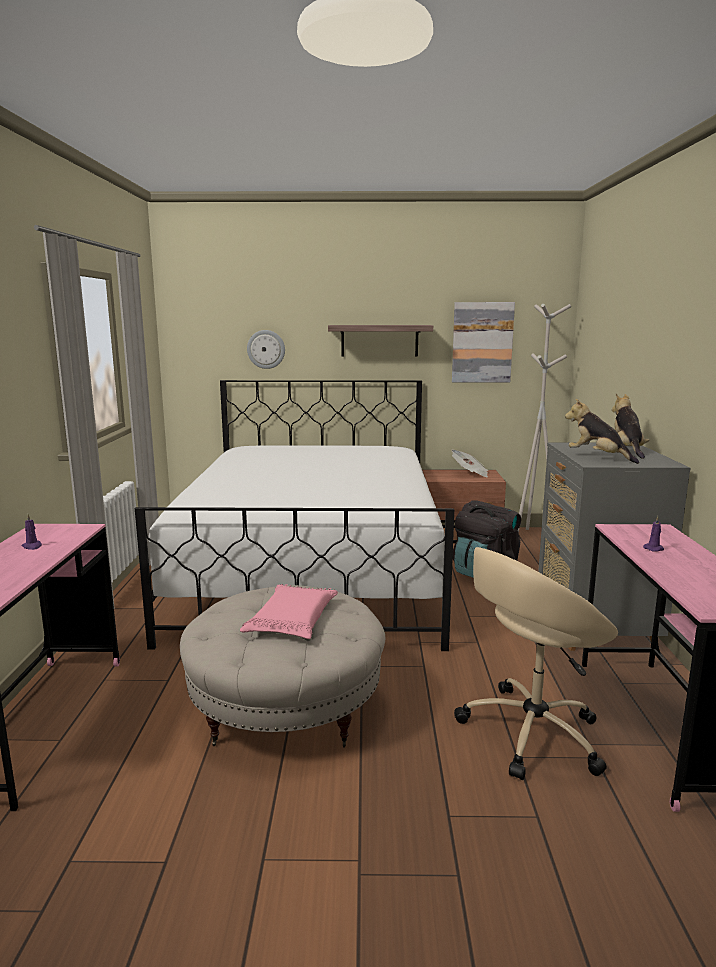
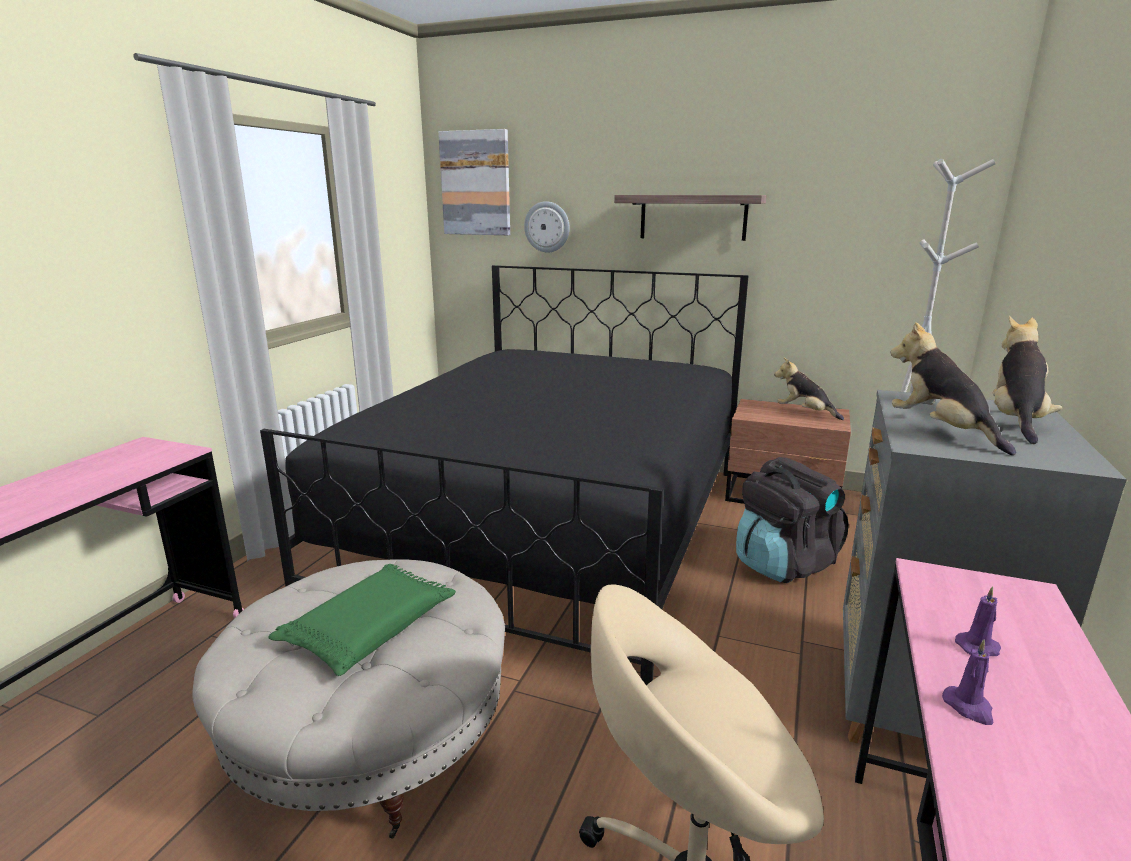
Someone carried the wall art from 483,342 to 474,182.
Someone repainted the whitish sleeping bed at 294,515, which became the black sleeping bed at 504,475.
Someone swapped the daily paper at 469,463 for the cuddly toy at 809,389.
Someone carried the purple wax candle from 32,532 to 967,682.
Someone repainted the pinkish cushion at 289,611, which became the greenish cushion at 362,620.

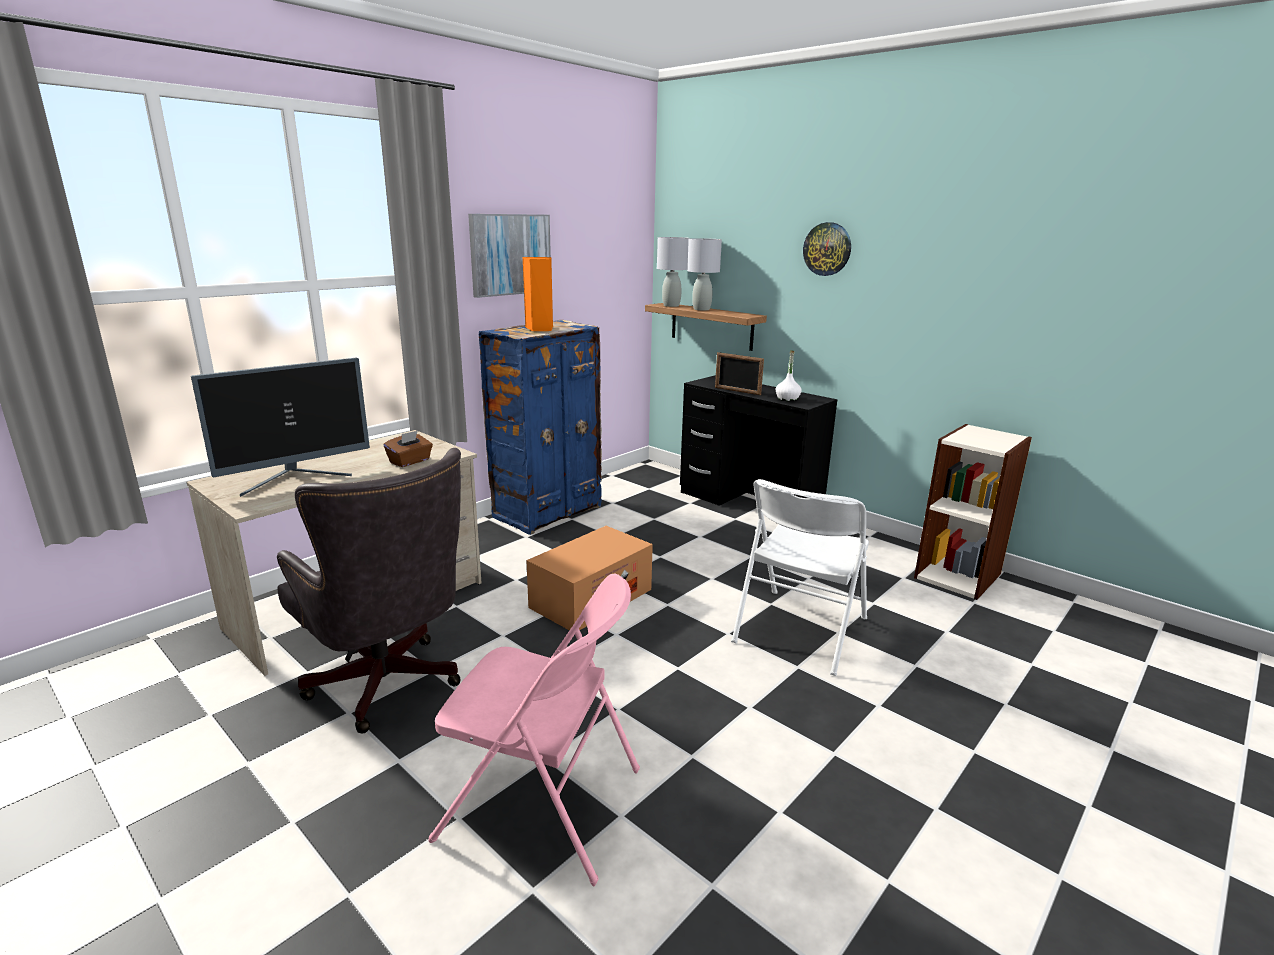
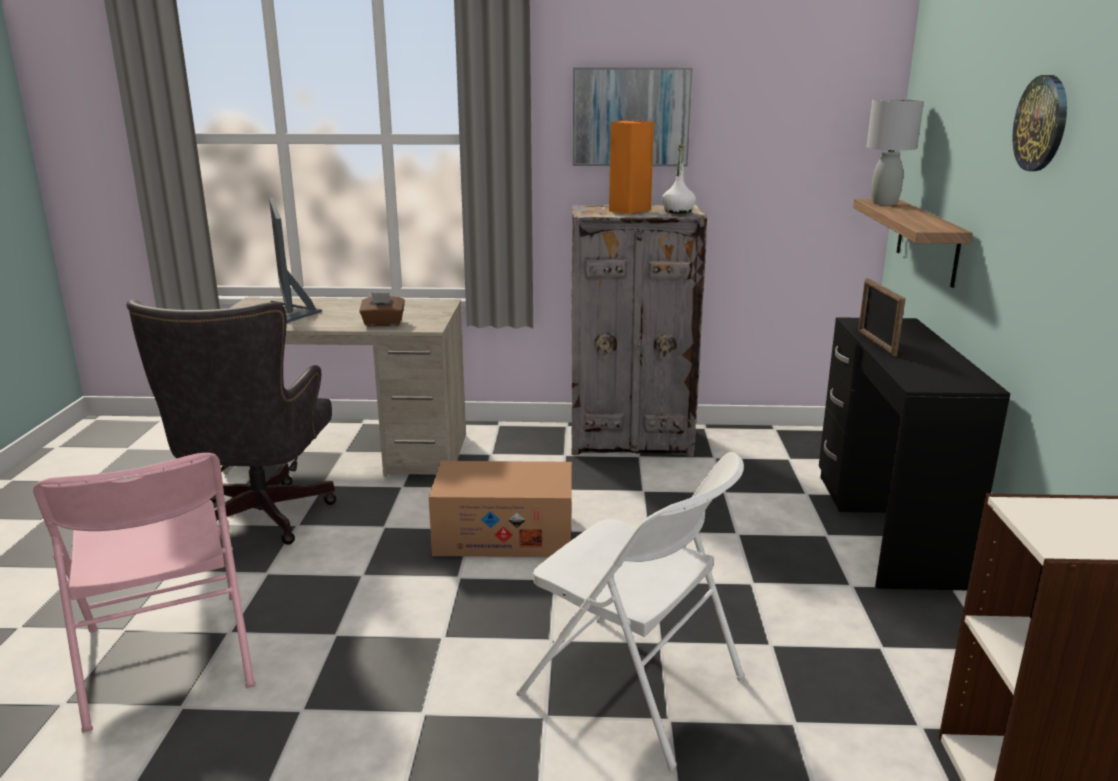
Someone took away the greyish lamp for a table at 704,274.
Someone repainted the blue storage cabinet at 540,427, which became the greyish storage cabinet at 639,330.
Someone carried the whitish drink bottle from 788,375 to 679,179.
Someone rotated the computer display at 280,427 by 60 degrees clockwise.
Someone rotated the whitish upright chair at 800,577 by 135 degrees counterclockwise.

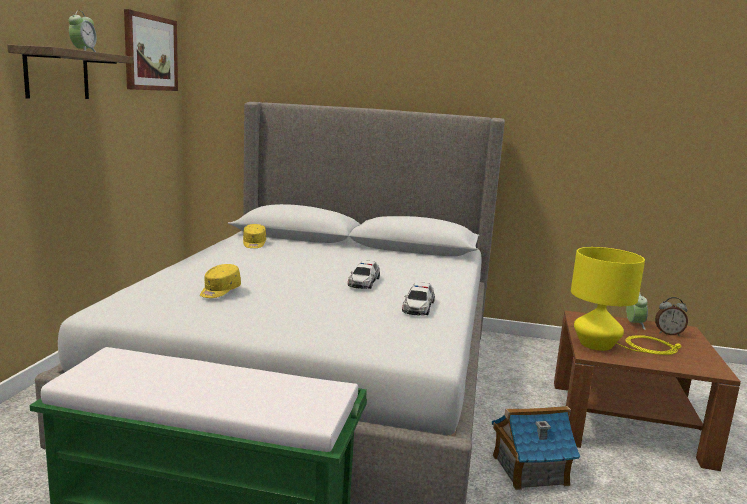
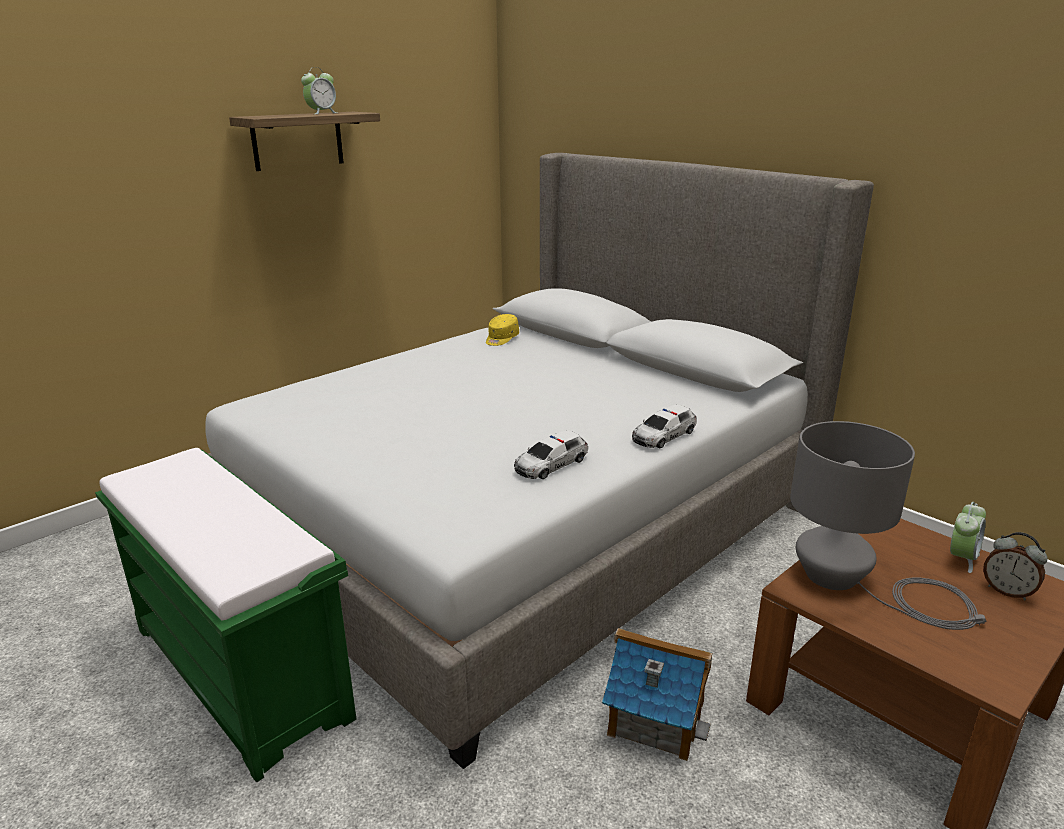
Someone took away the wall art at 151,50.
Someone repainted the yellow lamp for a table at 626,301, which became the greyish lamp for a table at 888,525.
Someone carried the miniature car from 364,274 to 664,426.
Someone took away the yellow peaked cap at 220,281.

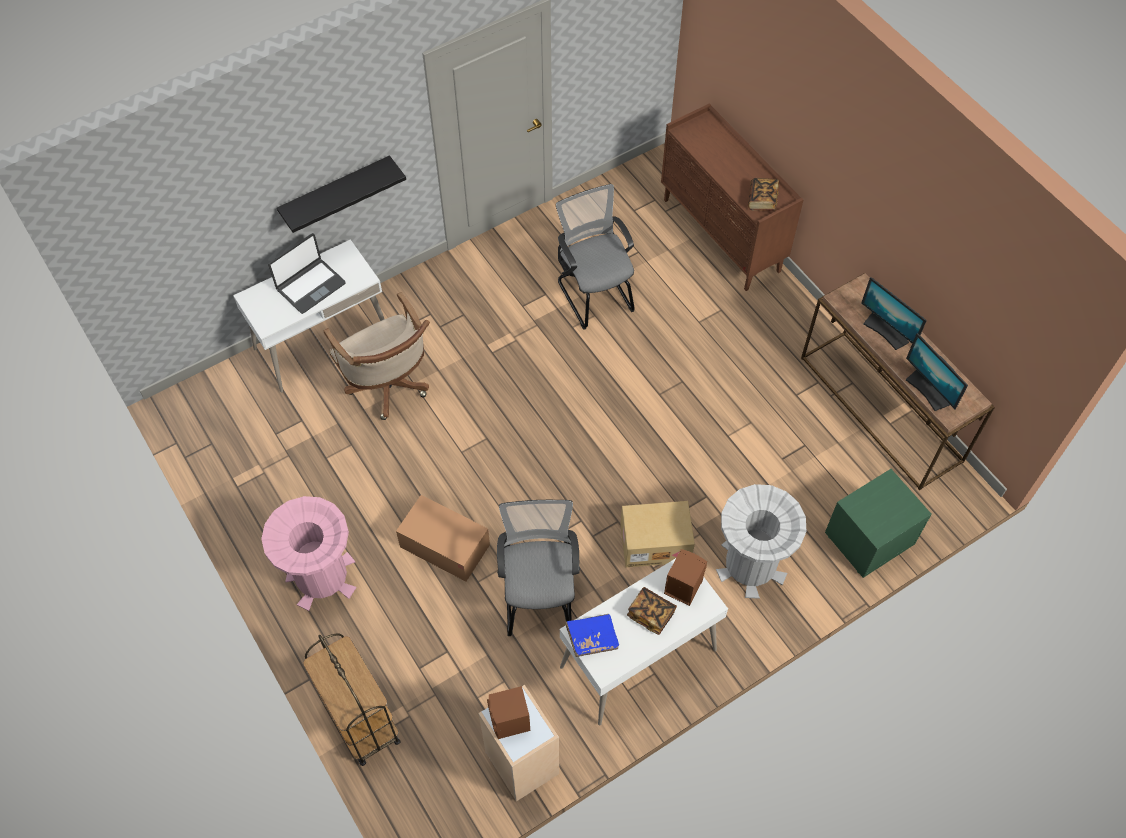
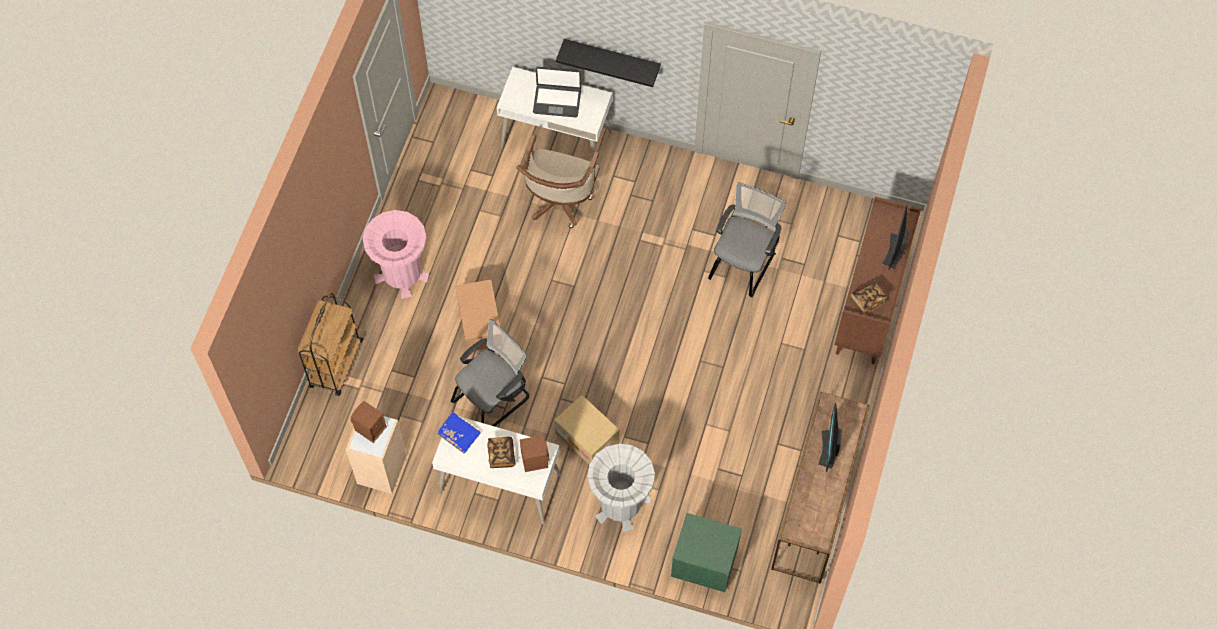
Someone carried the computer display from 937,372 to 895,237.

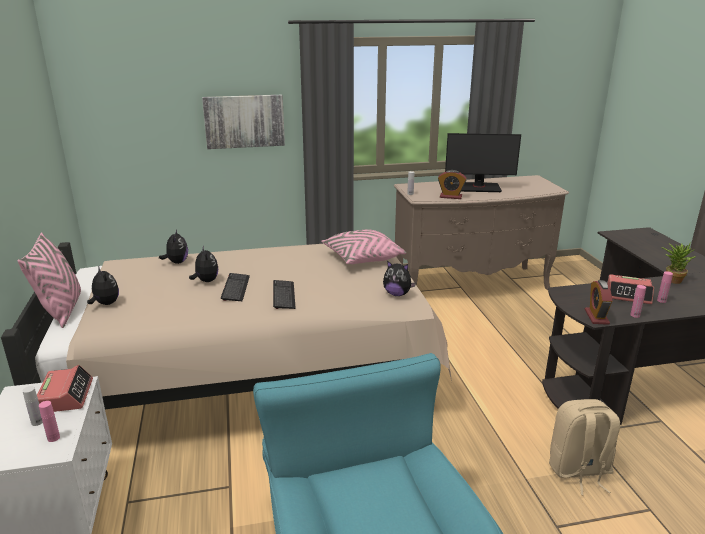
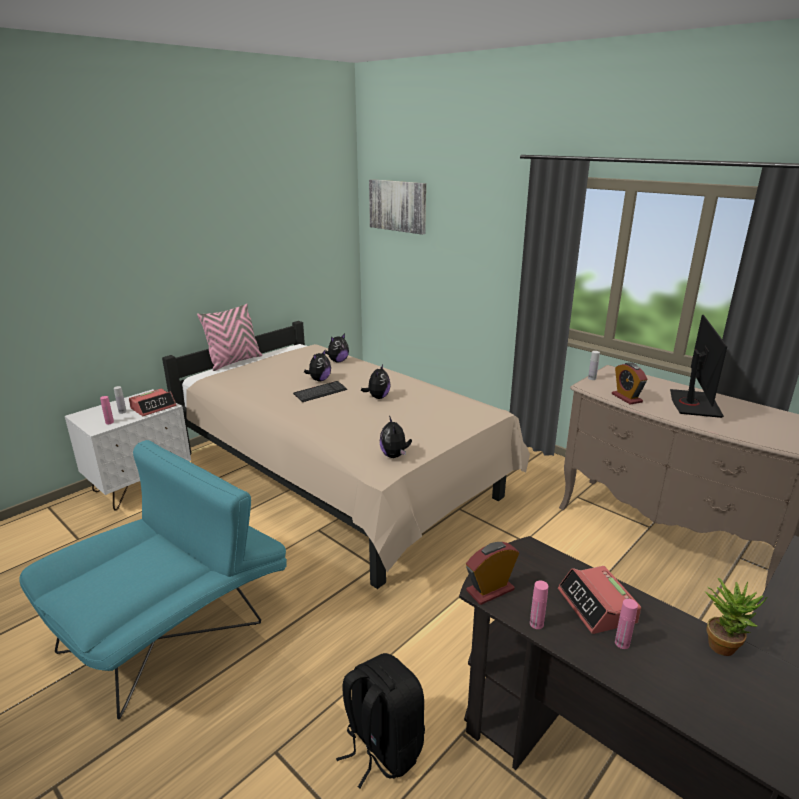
Someone carried the wall art from 243,122 to 397,207.
Someone rotated the computer display at 483,162 by 135 degrees counterclockwise.
Someone took away the pinkish cushion at 363,247.
Someone carried the cuddly toy from 103,286 to 376,382.
Someone took away the computer keyboard at 284,294.
Someone repainted the beige backpack at 584,447, which became the black backpack at 380,720.

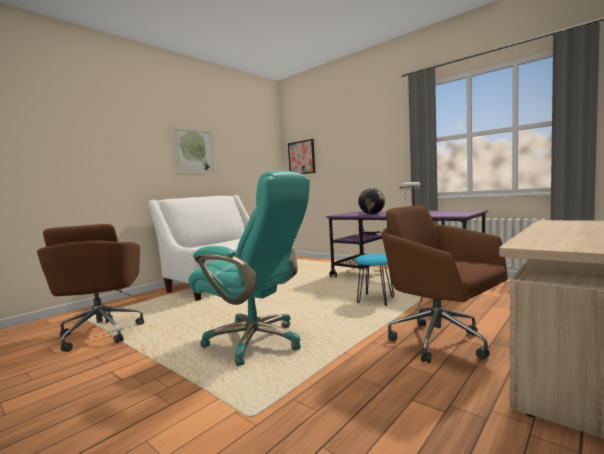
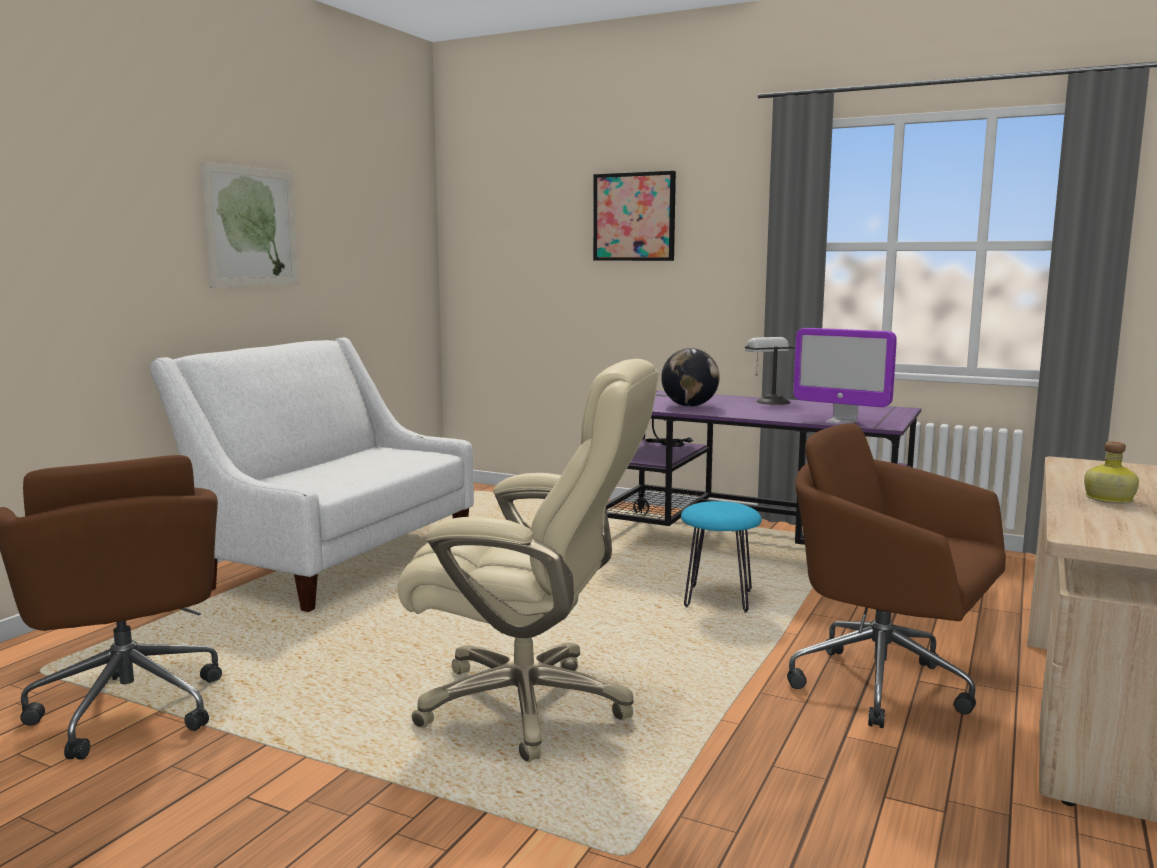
Someone carried the wall art from 301,156 to 634,216.
Someone repainted the turquoise-coloured computer chair at 249,268, which became the beige computer chair at 528,560.
Someone put down the computer display at 845,376.
Someone put down the drink bottle at 1111,472.

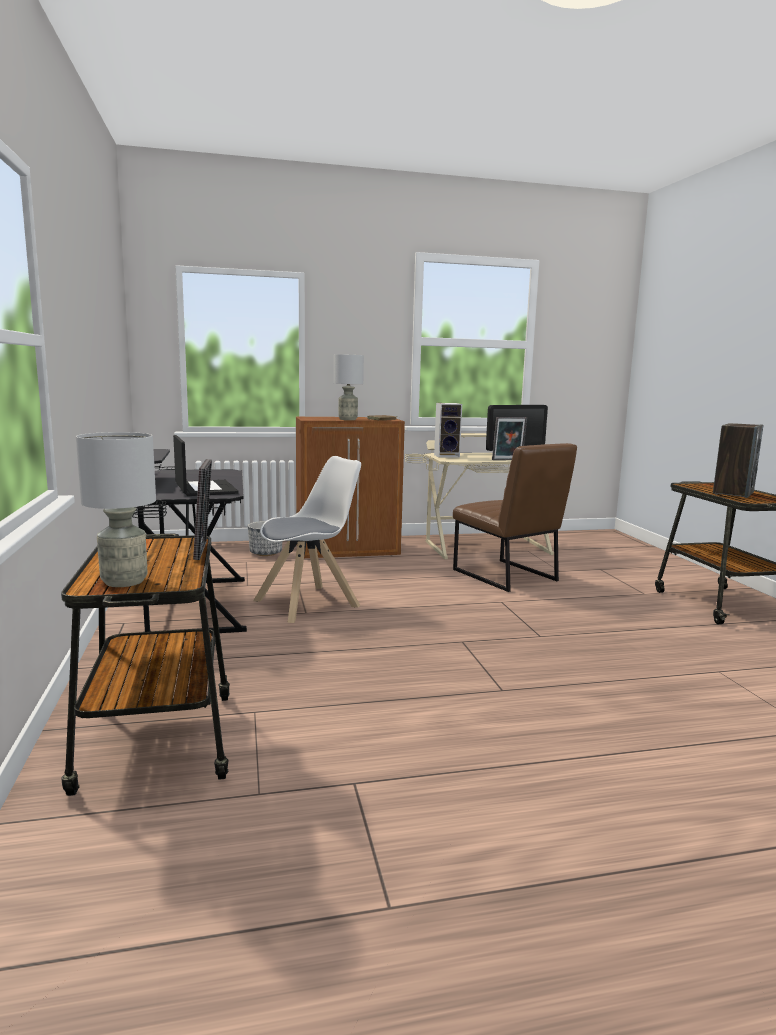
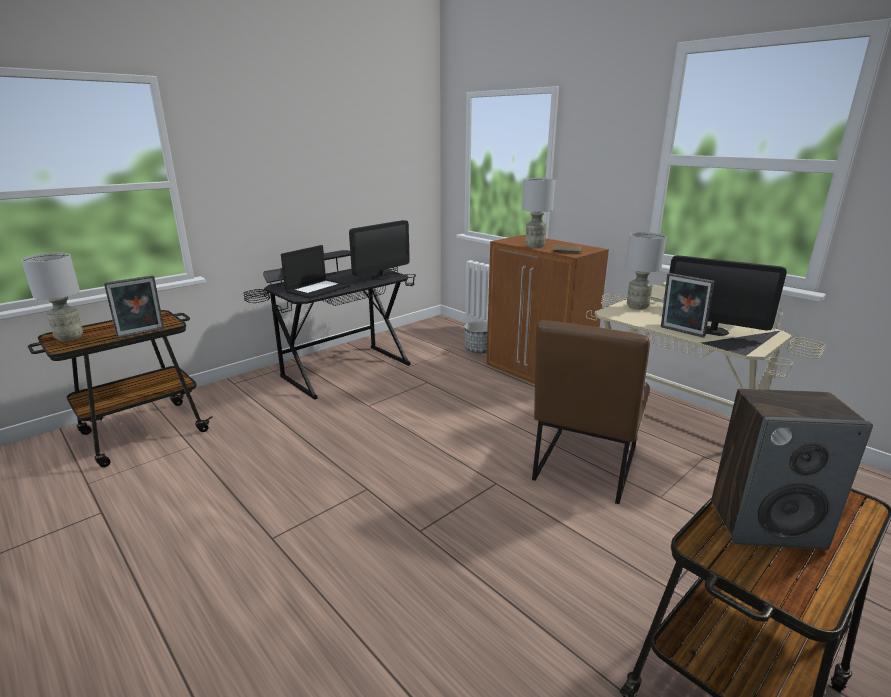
Someone swapped the loudspeaker at 448,430 for the greyish lamp for a table at 646,271.
Someone took away the upright chair at 307,539.
Someone put down the computer display at 379,250.

